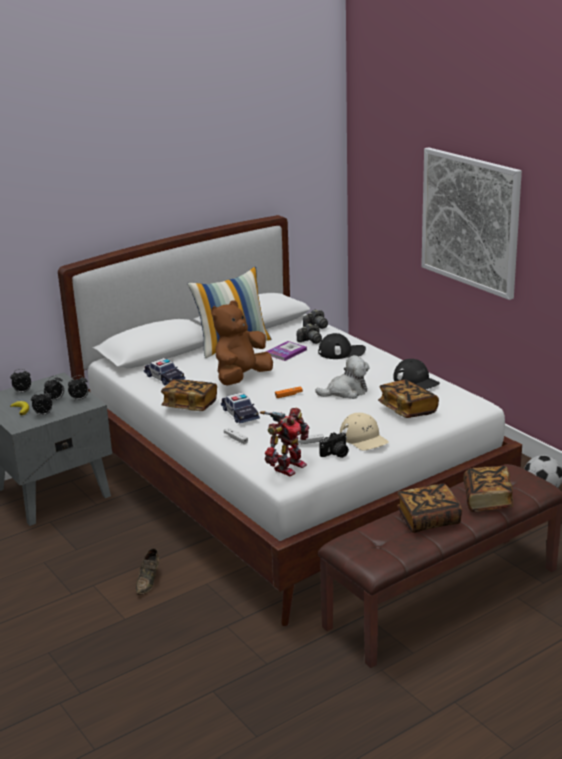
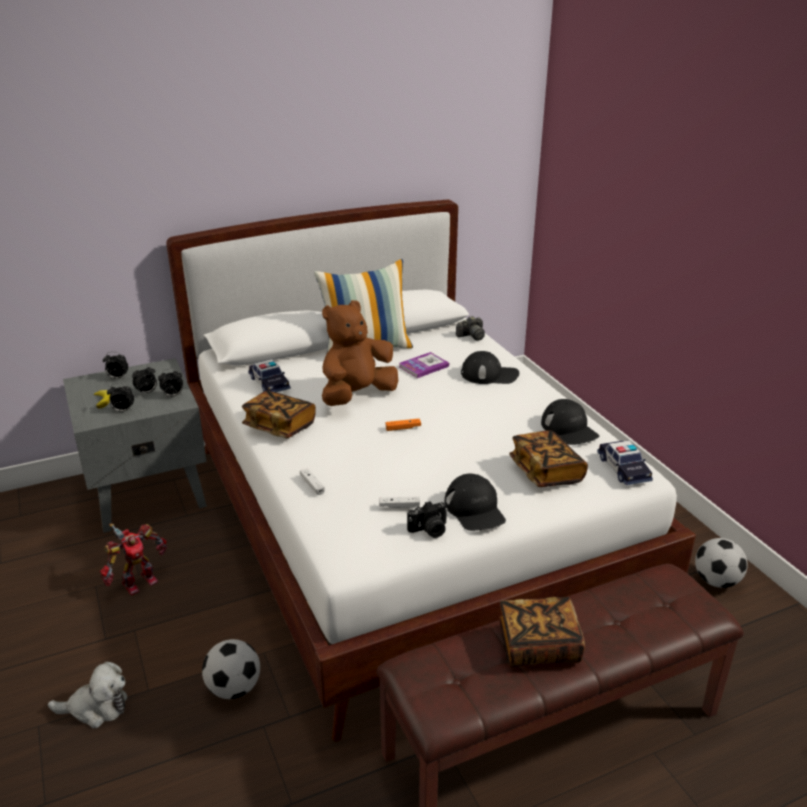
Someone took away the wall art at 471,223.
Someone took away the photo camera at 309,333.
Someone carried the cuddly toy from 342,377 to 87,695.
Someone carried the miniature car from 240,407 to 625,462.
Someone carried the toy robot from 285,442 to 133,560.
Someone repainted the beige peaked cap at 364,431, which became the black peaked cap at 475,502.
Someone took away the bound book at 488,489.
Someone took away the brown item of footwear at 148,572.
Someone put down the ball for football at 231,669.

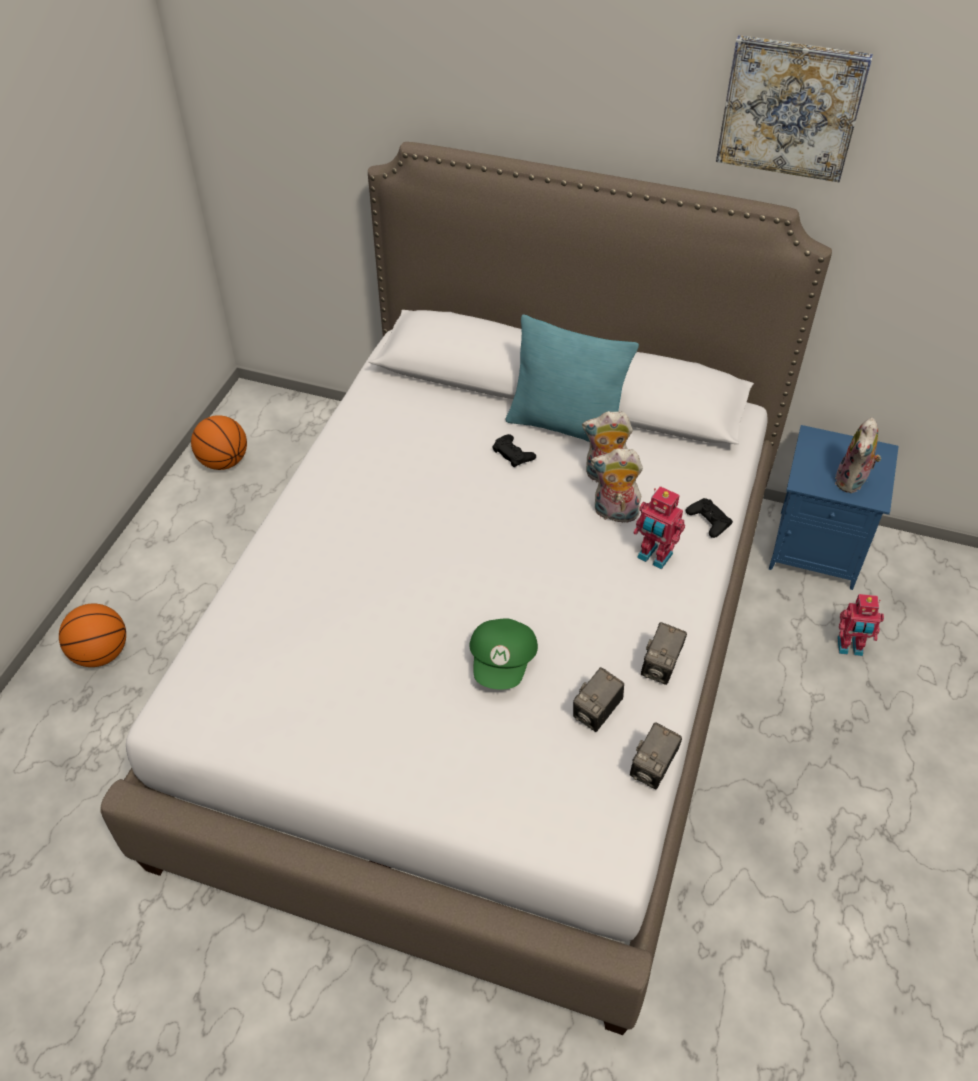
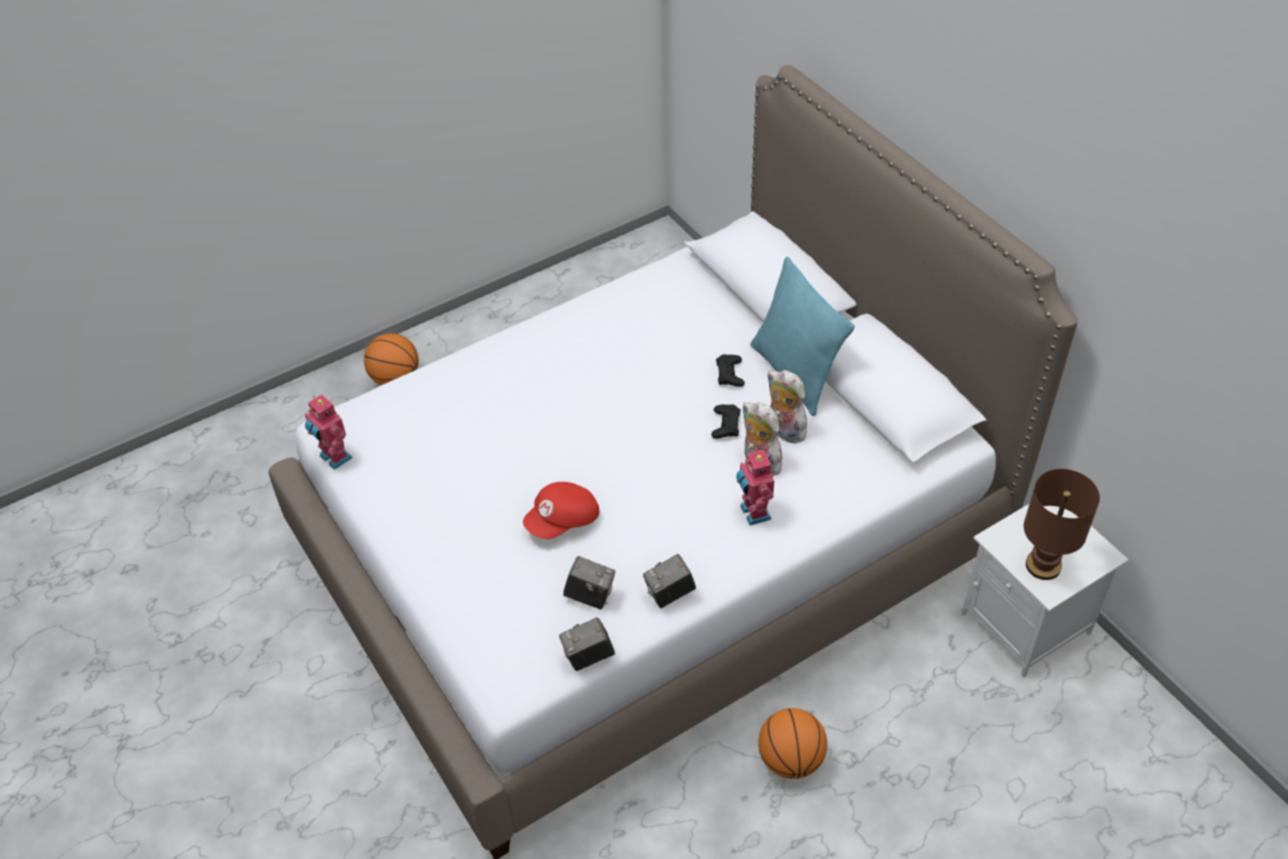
Someone took away the wall art at 794,108.
Someone carried the ball for basketball from 219,442 to 792,743.
Someone swapped the cuddly toy at 858,455 for the brown lamp for a table at 1062,524.
Someone repainted the blue night table at 834,507, which became the greyish night table at 1045,590.
Someone carried the black joypad from 709,518 to 726,421.
Someone carried the toy robot from 860,625 to 329,432.
Someone repainted the greenish peaked cap at 503,654, which became the reddish peaked cap at 561,510.
Someone rotated the photo camera at 598,699 by 150 degrees counterclockwise.

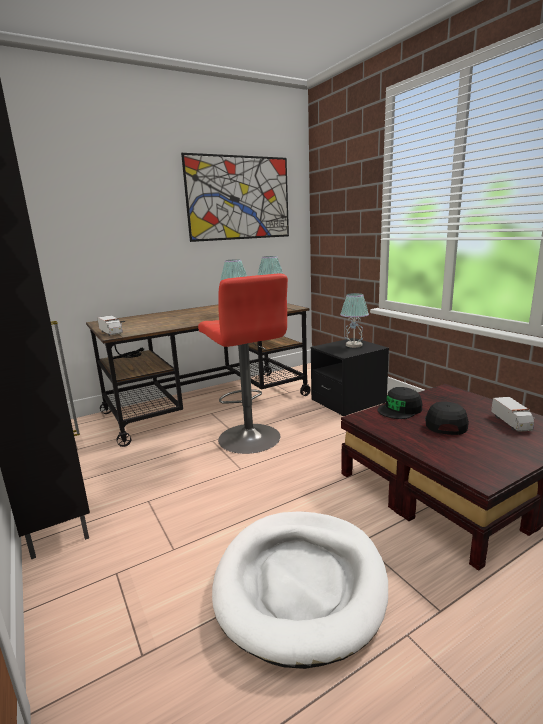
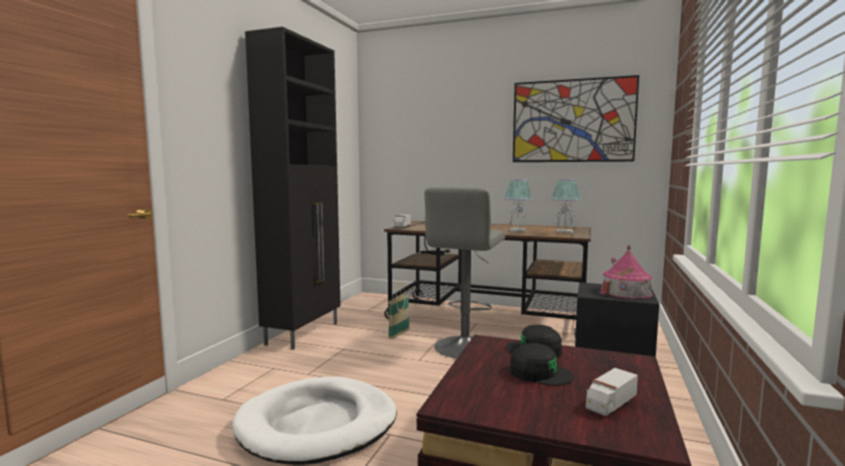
Someone repainted the reddish stool at 243,363, which became the greyish stool at 464,273.
Someone swapped the lamp for a table at 354,320 for the toy house at 626,272.
Someone rotated the black peaked cap at 447,418 by 45 degrees clockwise.
Someone put down the storage basket at 398,310.

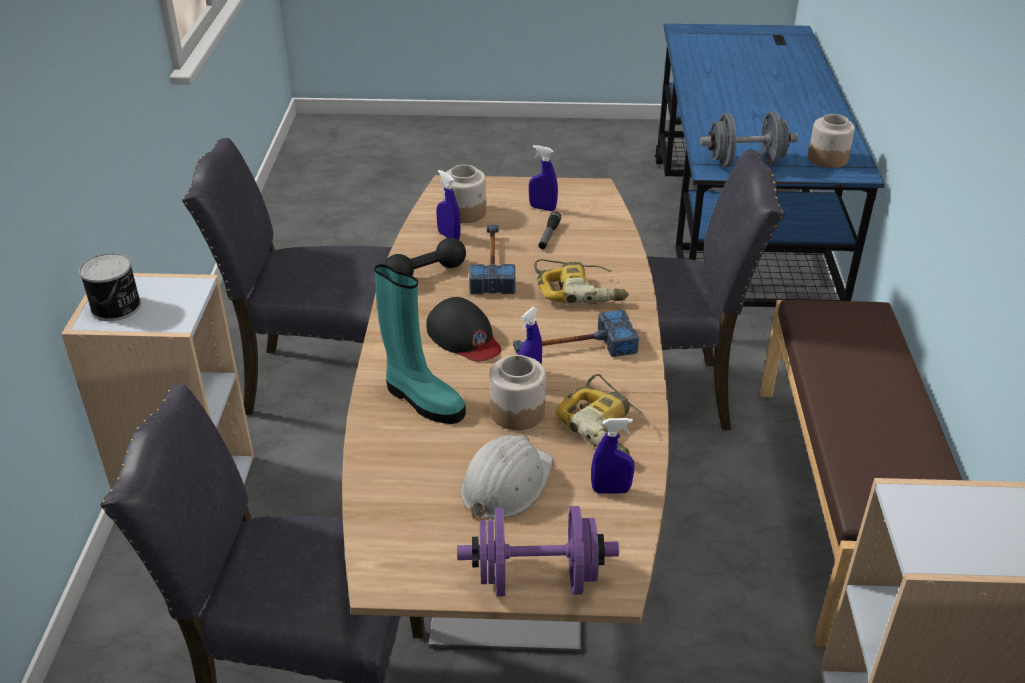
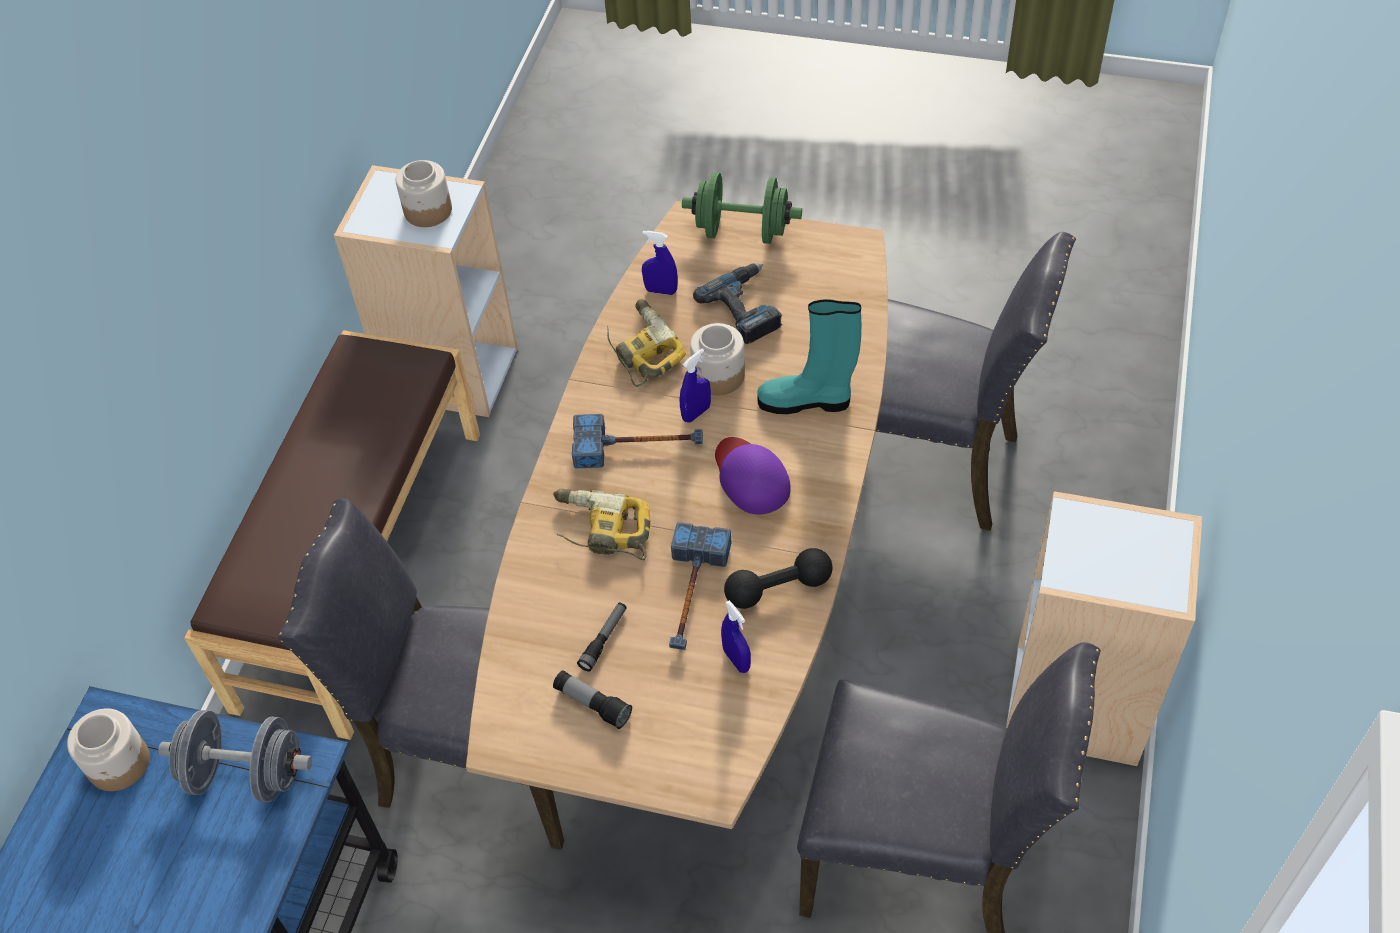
Someone swapped the blue hand sprayer at 543,178 for the hand torch at 592,699.
Someone carried the preserve jar from 464,194 to 424,193.
Someone took away the can at 110,287.
Someone rotated the turquoise-coloured tall boot at 420,344 by 45 degrees counterclockwise.
Someone repainted the black peaked cap at 463,329, which became the purple peaked cap at 753,475.
Someone swapped the whitish safety helmet at 506,477 for the drill at 737,303.
Someone repainted the purple hand weight at 538,551, which became the greenish hand weight at 742,208.

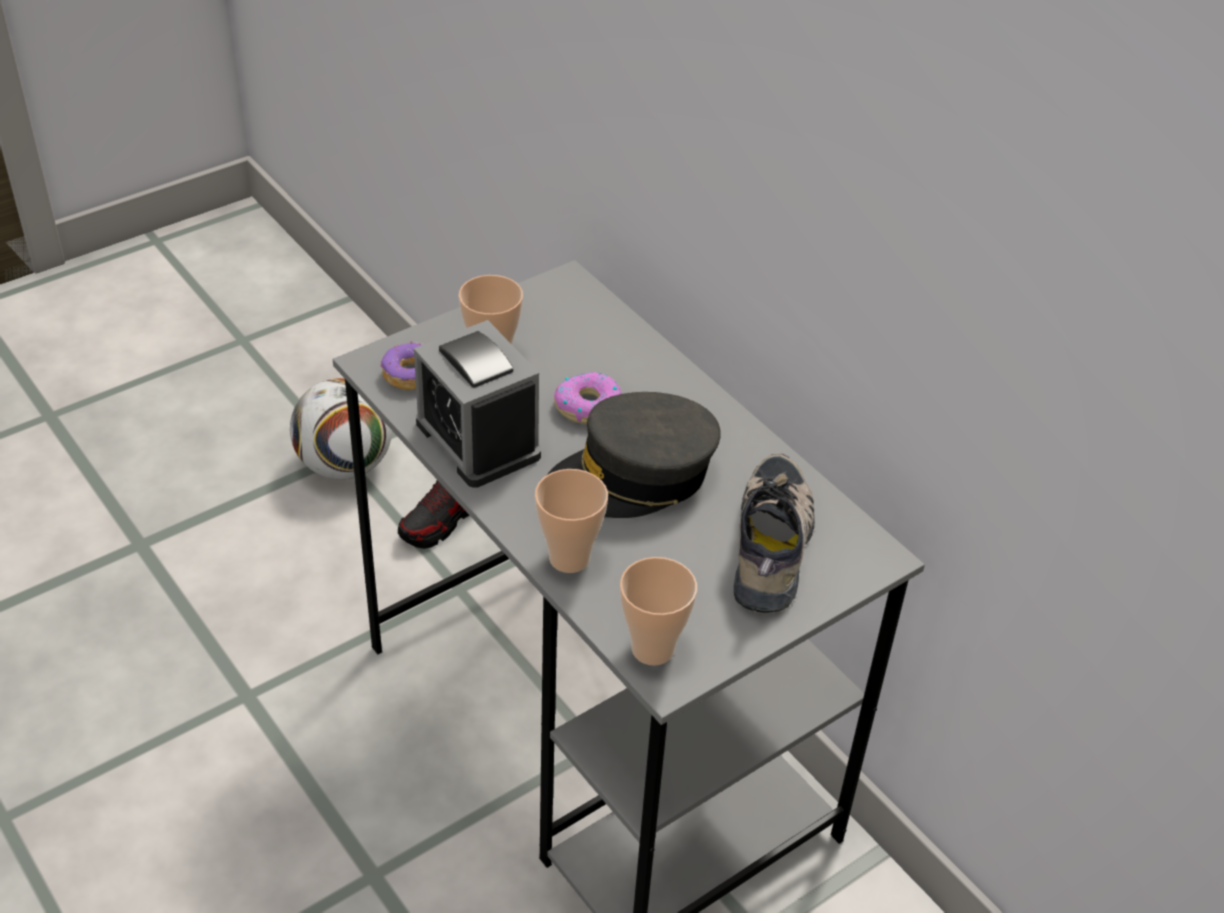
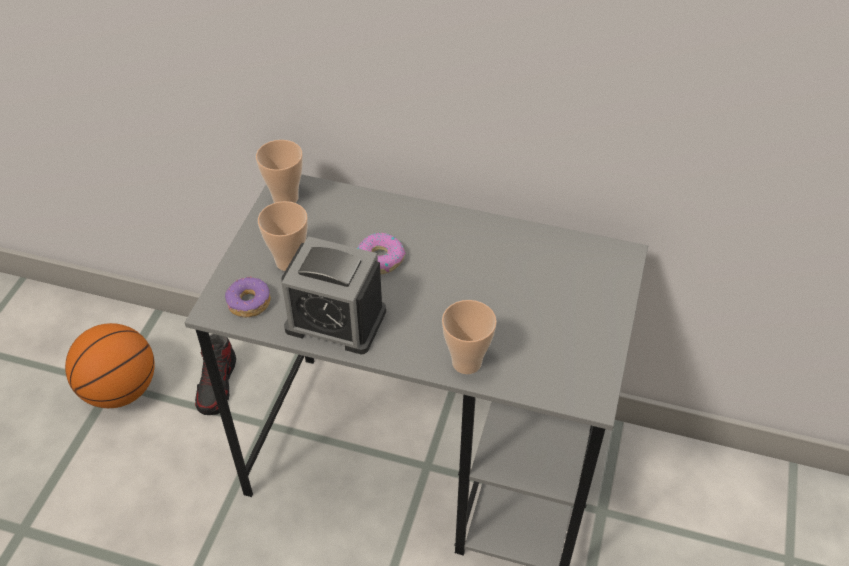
Someone swapped the ball for football at 341,428 for the ball for basketball at 110,365.
Someone took away the greyish peaked cap at 634,455.
Someone took away the item of footwear at 774,533.
Someone carried the small cup from 658,611 to 279,171.

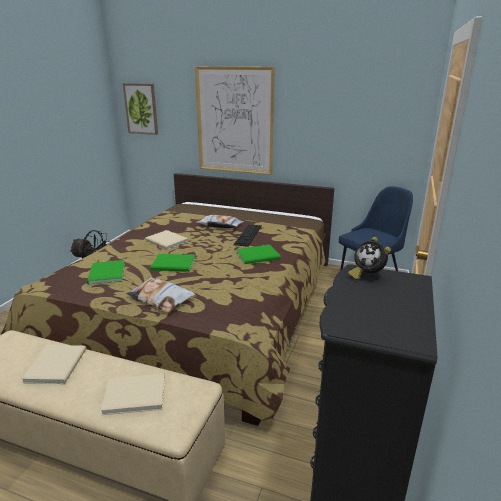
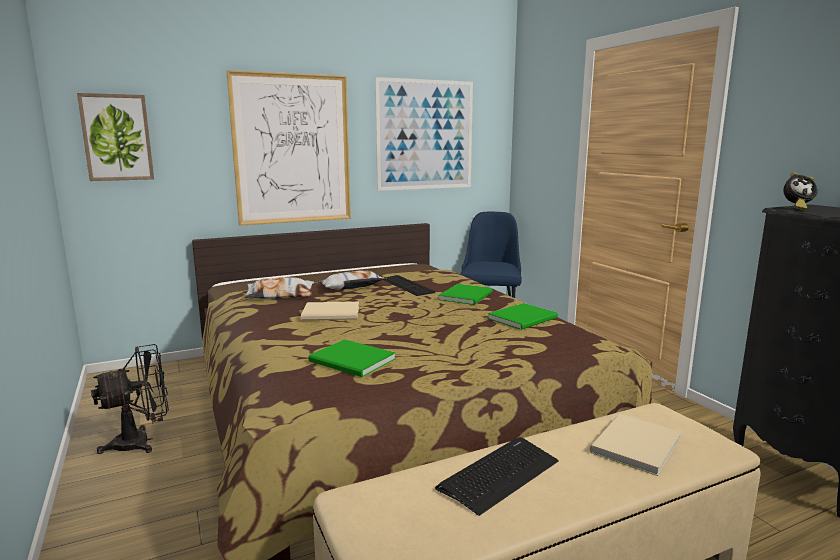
Someone carried the greenish bound book from 173,263 to 523,316.
Someone carried the cushion from 161,295 to 279,288.
Someone swapped the beige bound book at 54,364 for the computer keyboard at 497,476.
Someone put up the wall art at 424,134.

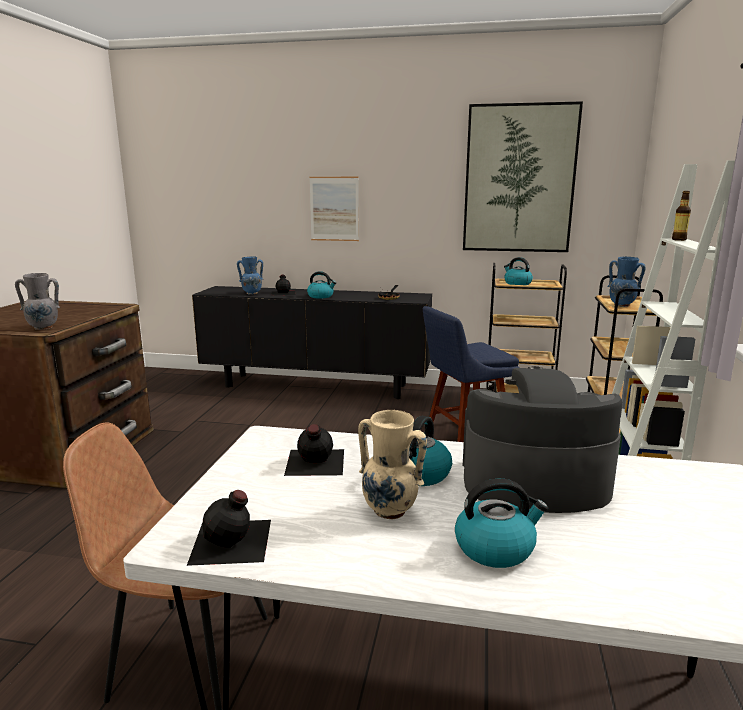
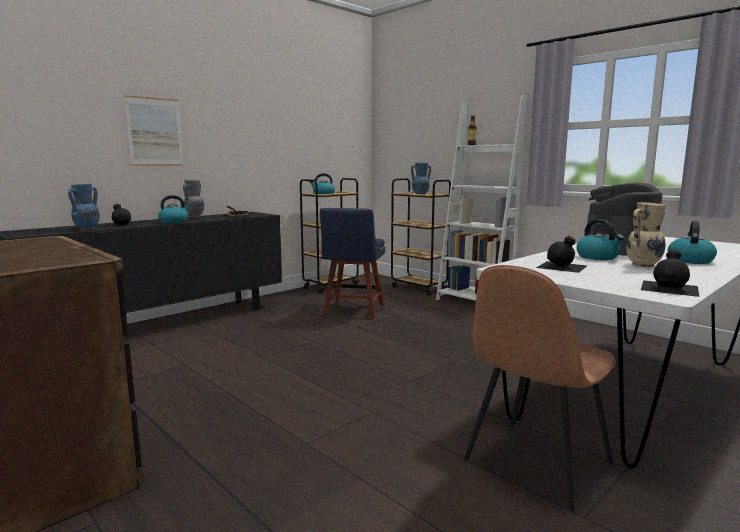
Someone took away the wall art at 523,176.
Someone carried the greyish flower vase from 38,301 to 193,199.

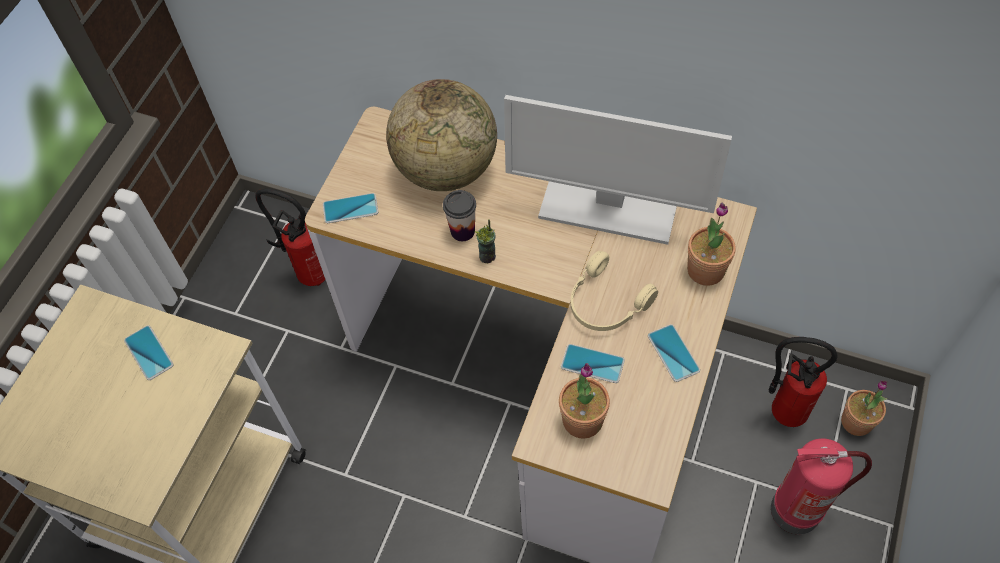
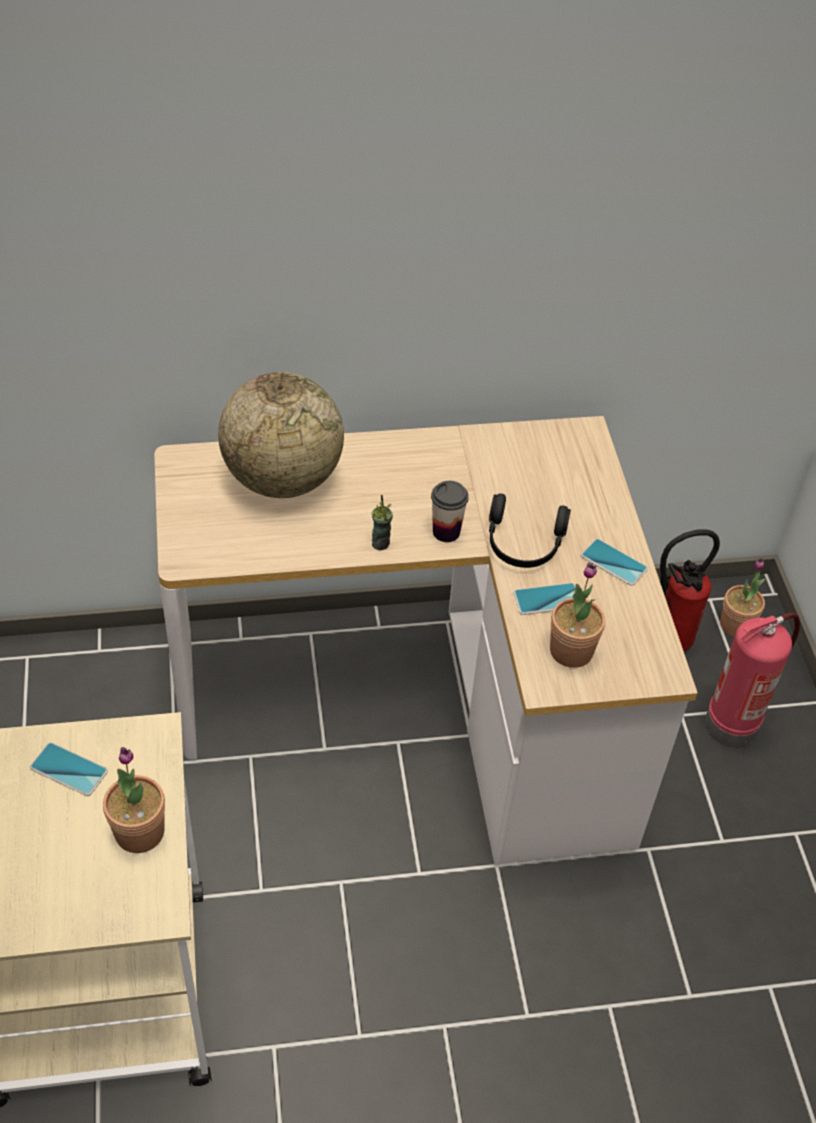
Someone took away the computer display at 618,170.
Someone took away the extinguisher at 290,237.
Someone carried the small cup from 459,215 to 450,511.
Someone took away the telephone at 350,208.
Someone carried the potted plant from 711,244 to 134,800.
Someone repainted the beige headset at 614,291, which became the black headset at 530,530.

